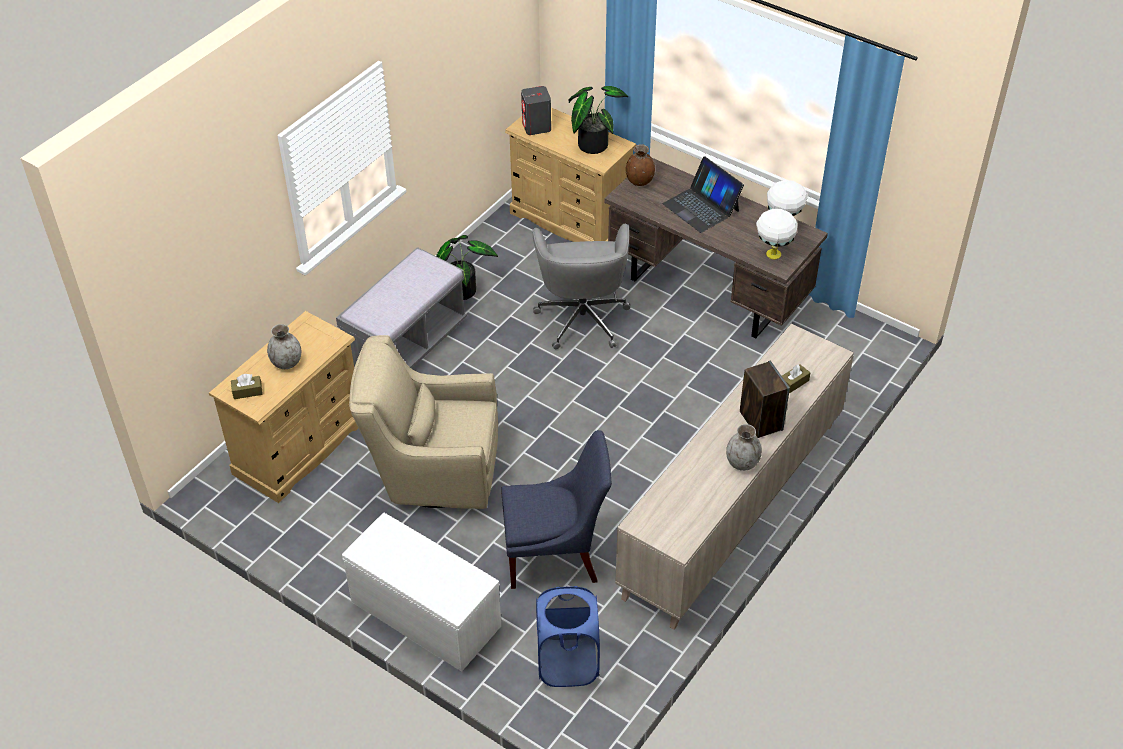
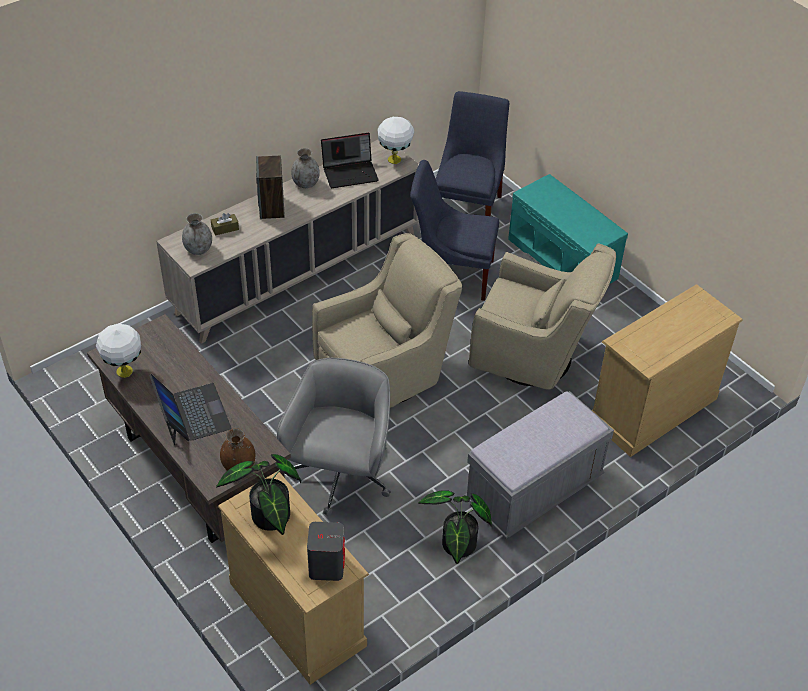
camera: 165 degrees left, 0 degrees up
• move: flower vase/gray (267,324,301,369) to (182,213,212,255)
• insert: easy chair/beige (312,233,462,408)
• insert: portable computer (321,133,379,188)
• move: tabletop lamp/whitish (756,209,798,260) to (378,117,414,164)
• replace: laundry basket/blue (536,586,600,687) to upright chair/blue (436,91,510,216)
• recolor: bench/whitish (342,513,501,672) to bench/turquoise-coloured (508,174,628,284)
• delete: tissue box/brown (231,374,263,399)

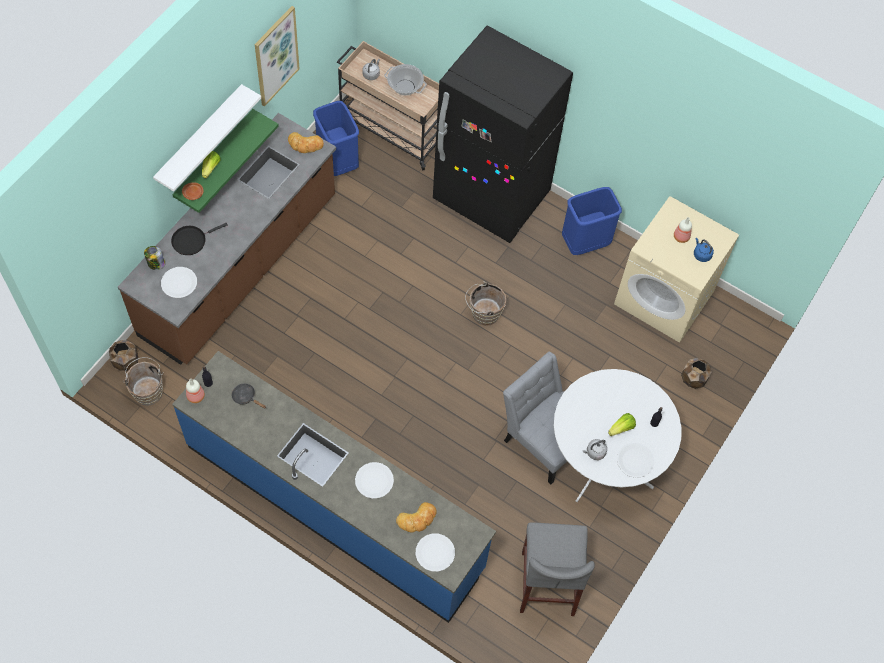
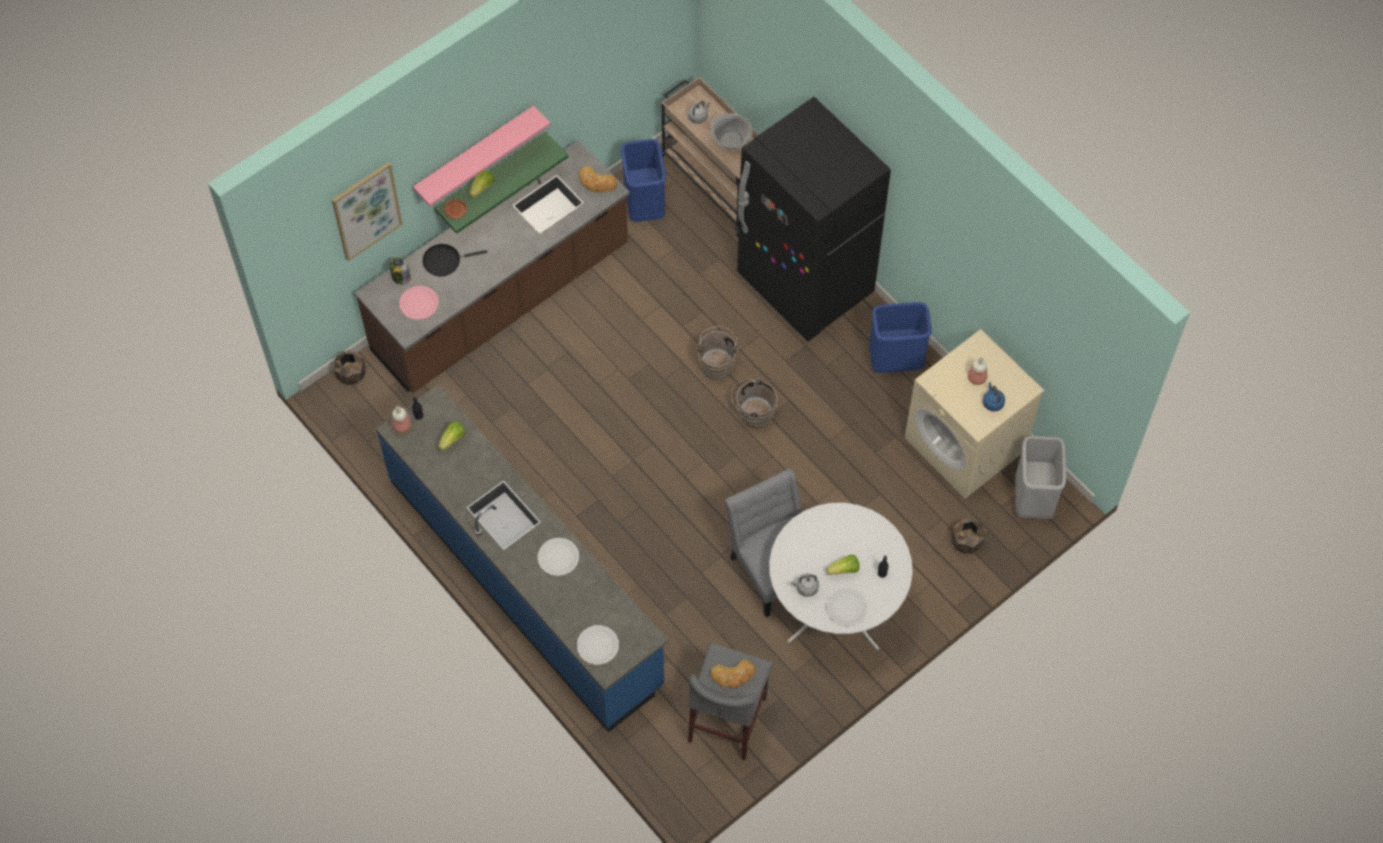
camera: 20 degrees right, 0 degrees up
• move: wall picture (255,6,300,106) to (332,162,402,261)
• recolor: dinner plate/whitish (161,267,197,298) to dinner plate/pinkish (399,286,439,320)
• recolor: bracket shelf/whitish (153,84,261,192) to bracket shelf/pinkish (413,106,551,206)
• replace: frying pan/black (231,383,266,408) to lettuce (438,421,466,451)
• move: bucket/brown (123,357,164,406) to (696,326,739,380)
• move: bread (396,502,437,533) to (710,659,756,688)
• insert: waste bin/gray (1015,436,1066,519)

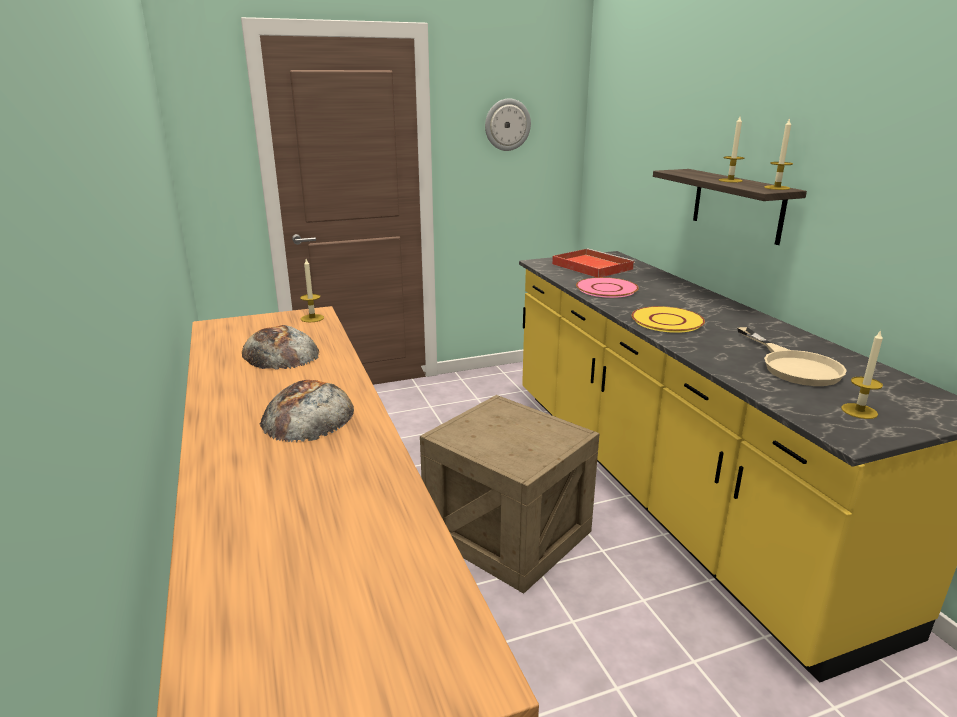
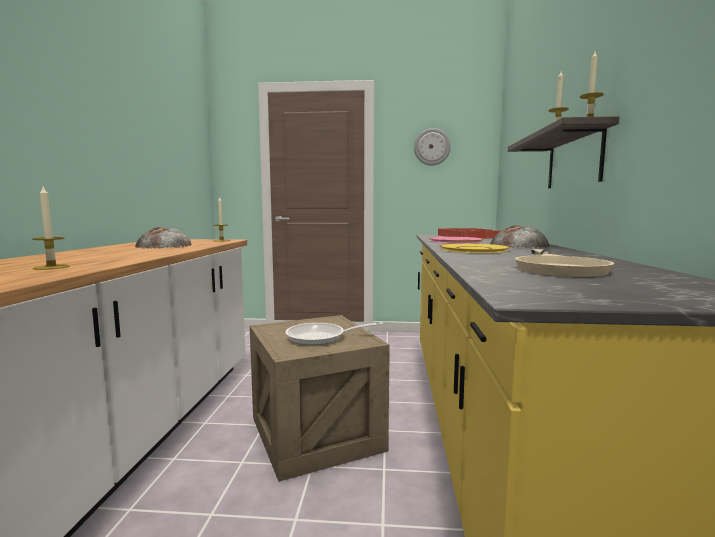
camera: 25 degrees right, 15 degrees down
• move: wax candle (841,330,883,419) to (32,187,70,270)
• insert: frying pan (285,322,383,345)
• move: bread (260,380,354,443) to (490,225,550,249)

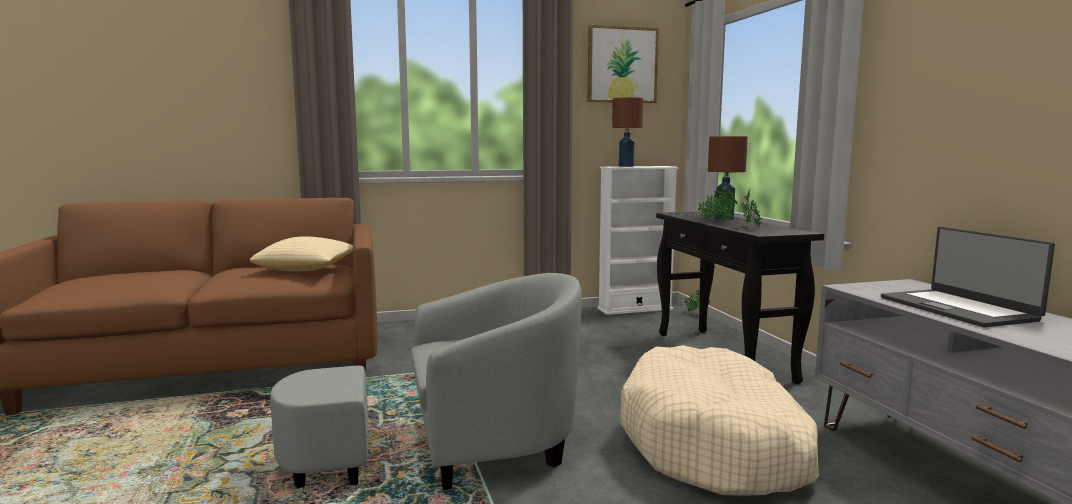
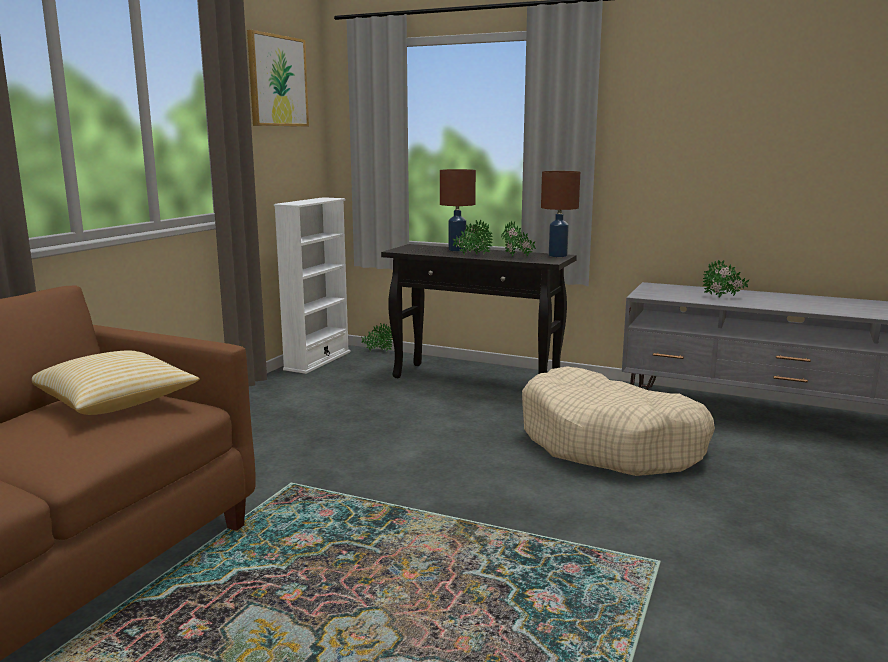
camera: 50 degrees left, 5 degrees up
• move: tabletop lamp/brown (612,97,643,167) to (541,171,580,257)
• replace: portable computer (881,227,1055,327) to plant in a pot (703,259,749,298)
• delete: easy chair/gray (270,273,582,490)

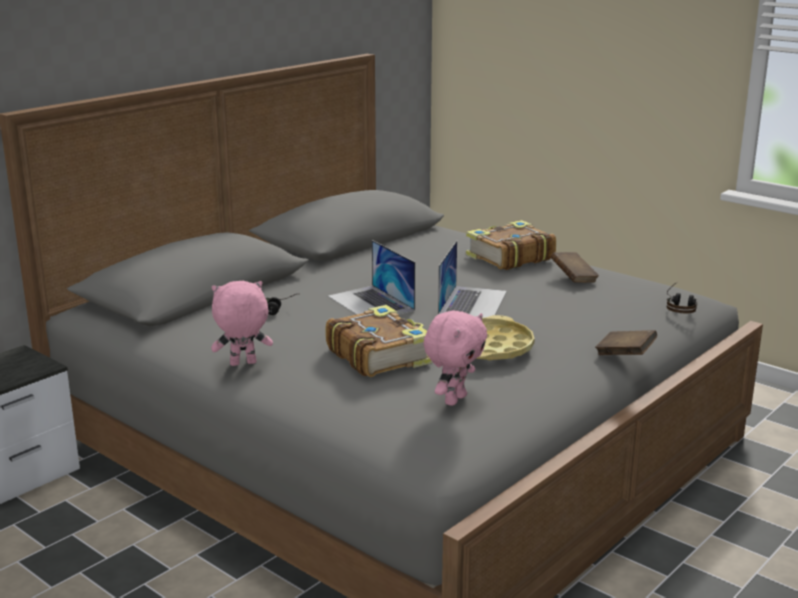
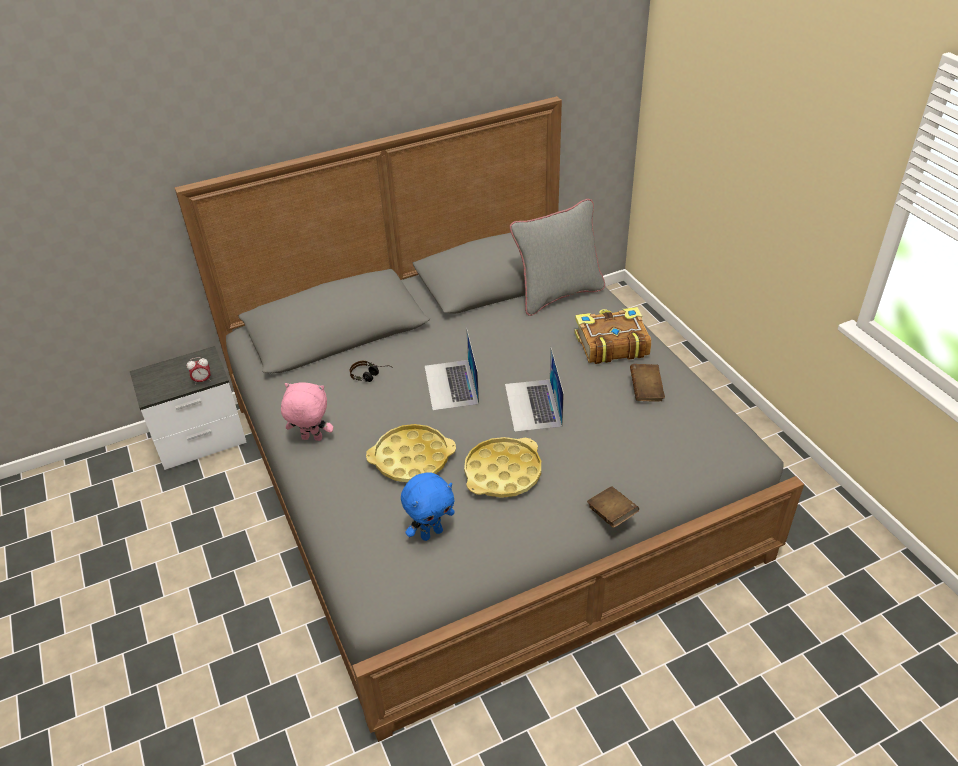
camera: 25 degrees right, 20 degrees up
• insert: table clock (186,357,211,385)
• replace: book (325,305,432,377) to serving tray/yellowish (366,424,456,483)
• recolor: plush toy/pinkish (423,310,487,406) to plush toy/blue (401,472,455,541)
• rotate: portable computer (438,241,507,318) = (505,348,564,432) 135 degrees clockwise
• insert: pillow/gray (510,199,605,316)
• delete: headset (666,283,698,313)

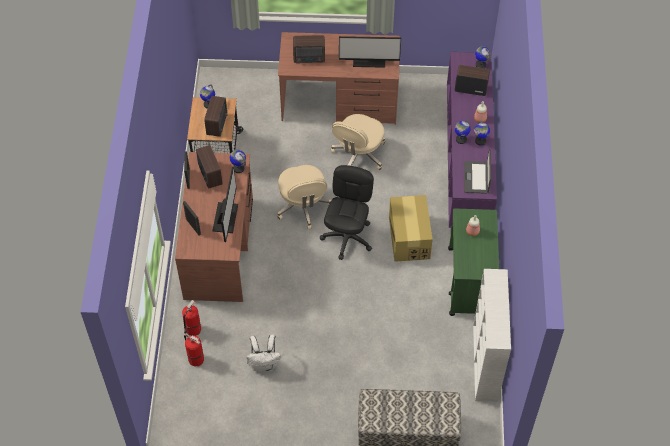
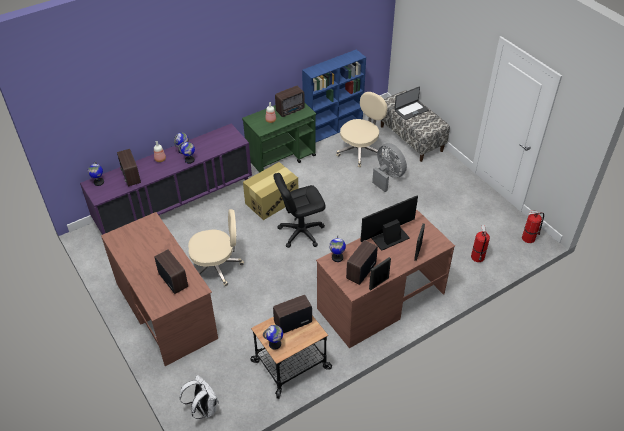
camera: 125 degrees left, 10 degrees down
• move: knapsack/whitish (247,334,281,372) to (180,375,219,419)
• insert: radio receiver (275,86,305,117)
• recolor: shelving unit/whitish (473,269,511,402) to shelving unit/blue (302,49,366,142)
• move: desk chair/beige (277,165,331,229) to (336,92,387,167)
• insert: fan/gray (372,143,407,192)
• move: portable computer (464,148,491,194) to (394,86,429,120)
• move: extinguisher (182,300,201,336) to (522,210,544,243)
• delete: computer display (339,36,401,68)

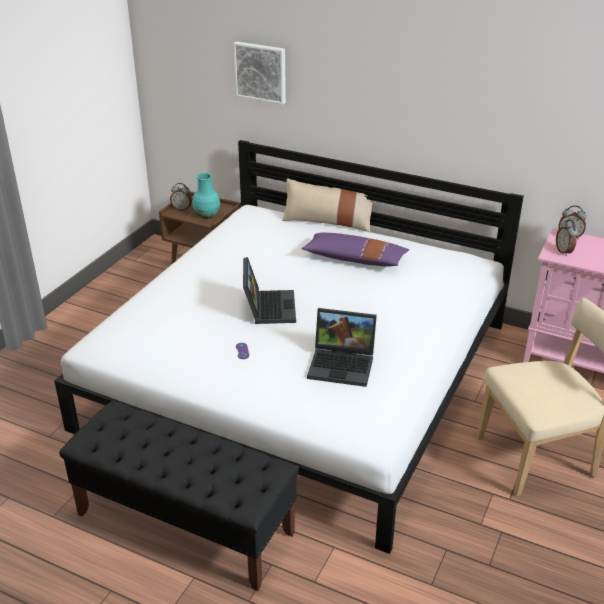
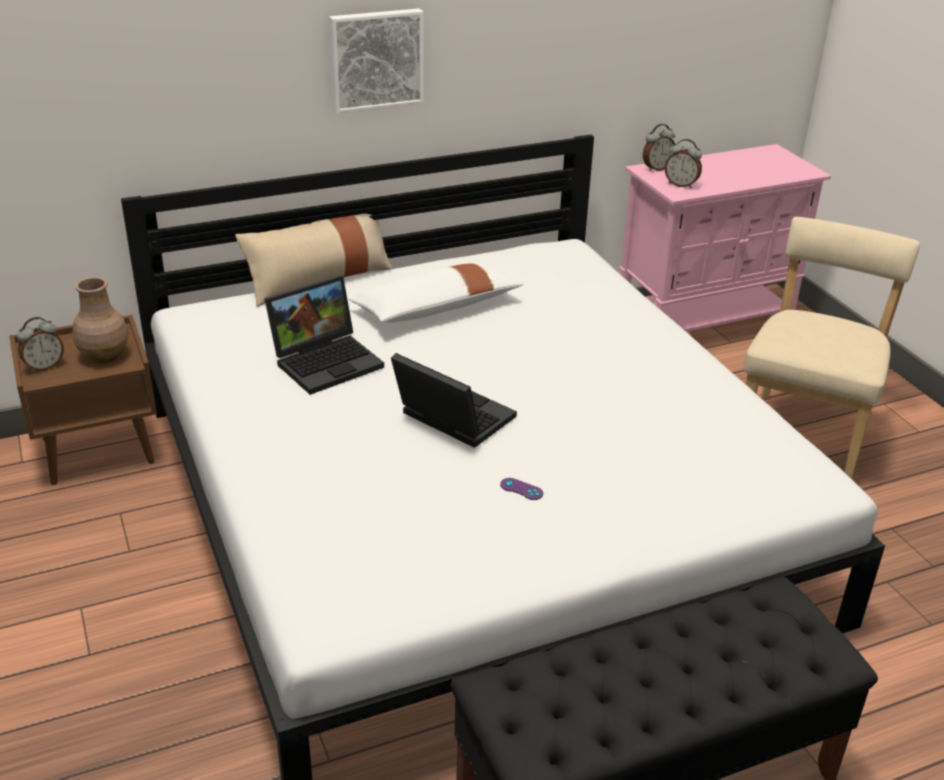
camera: 50 degrees left, 0 degrees up
• recolor: flower vase/turquoise-coloured (193,173,220,219) to flower vase/brown (73,277,128,363)
• move: portable computer (307,308,377,387) to (264,275,384,395)
• move: wall picture (233,42,286,105) to (329,8,424,113)
• recolor: pillow/purplish (301,232,409,267) to pillow/whitish (348,263,523,323)

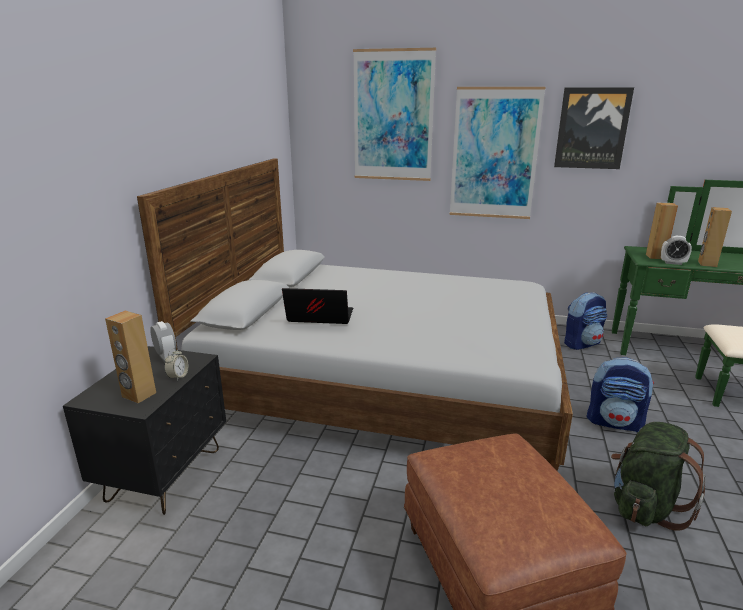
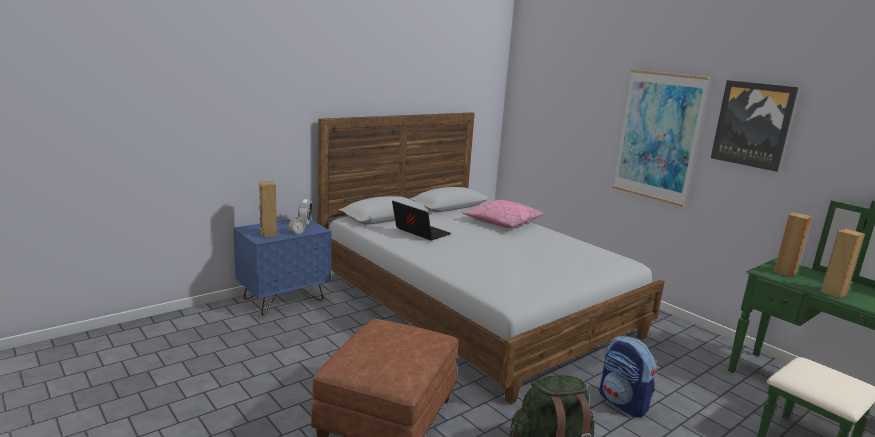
camera: 35 degrees right, 5 degrees down
• recolor: nightstand/black (63,346,226,515) to nightstand/blue (234,218,332,315)
• insert: pillow/pinkish (463,200,545,228)
• delete: wall picture (353,48,436,181)
• delete: knapsack (564,292,607,350)
• delete: table clock (661,236,692,265)

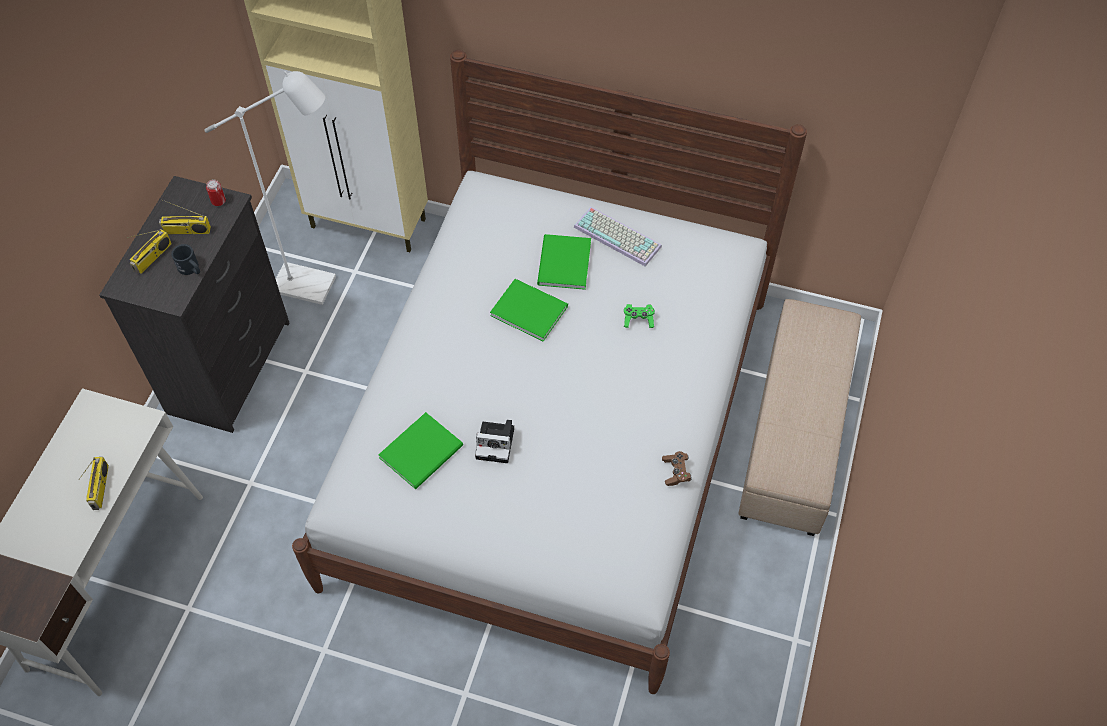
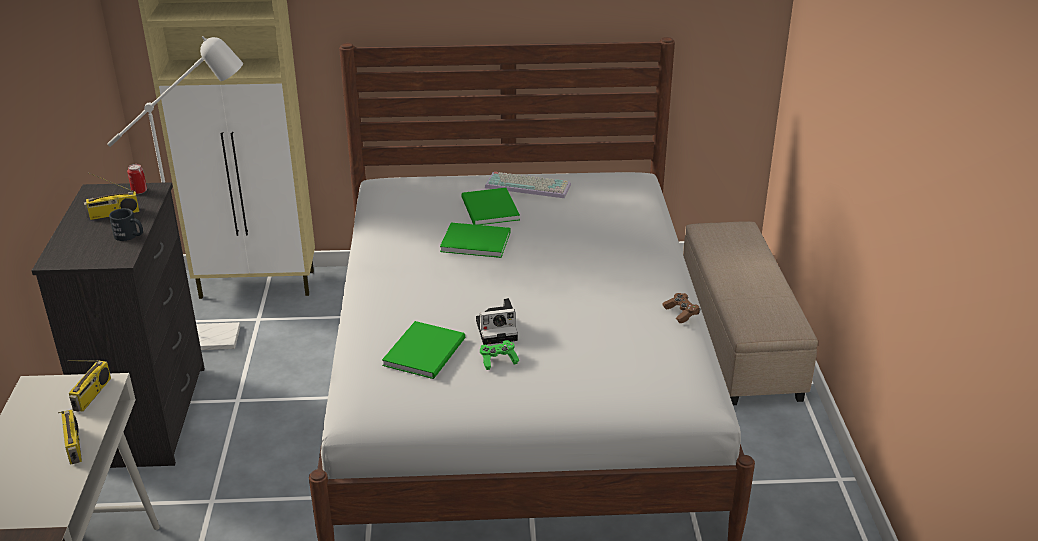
camera: 20 degrees left, 25 degrees down
• move: radio receiver (127,229,172,274) to (67,360,111,412)
• move: gamepad/green-coloured (624,304,655,328) to (480,340,519,370)

